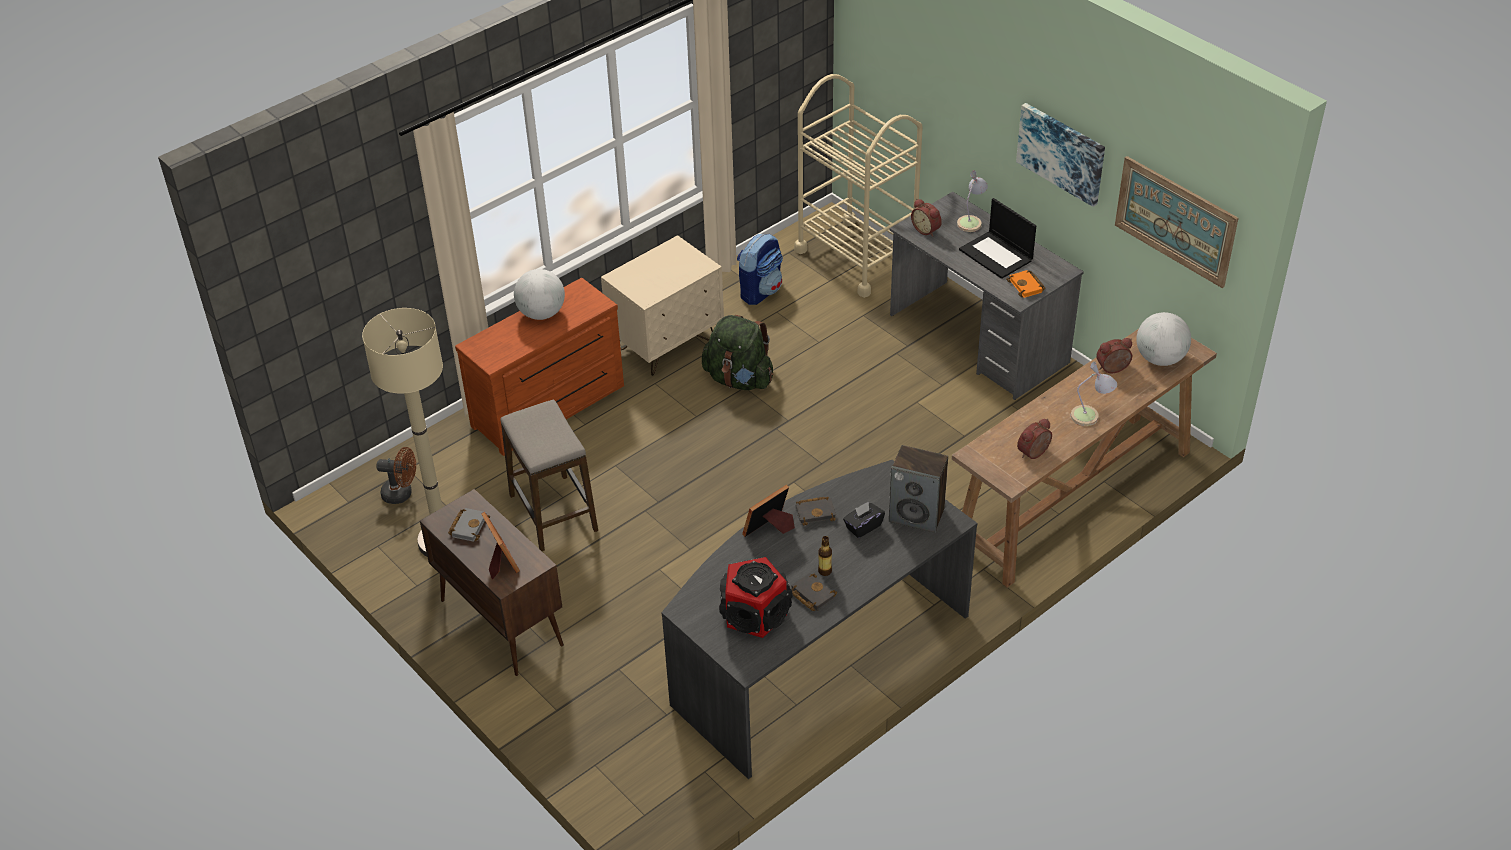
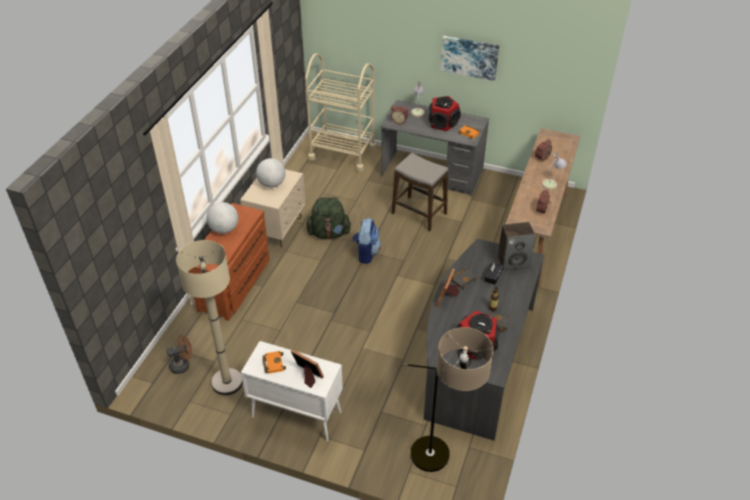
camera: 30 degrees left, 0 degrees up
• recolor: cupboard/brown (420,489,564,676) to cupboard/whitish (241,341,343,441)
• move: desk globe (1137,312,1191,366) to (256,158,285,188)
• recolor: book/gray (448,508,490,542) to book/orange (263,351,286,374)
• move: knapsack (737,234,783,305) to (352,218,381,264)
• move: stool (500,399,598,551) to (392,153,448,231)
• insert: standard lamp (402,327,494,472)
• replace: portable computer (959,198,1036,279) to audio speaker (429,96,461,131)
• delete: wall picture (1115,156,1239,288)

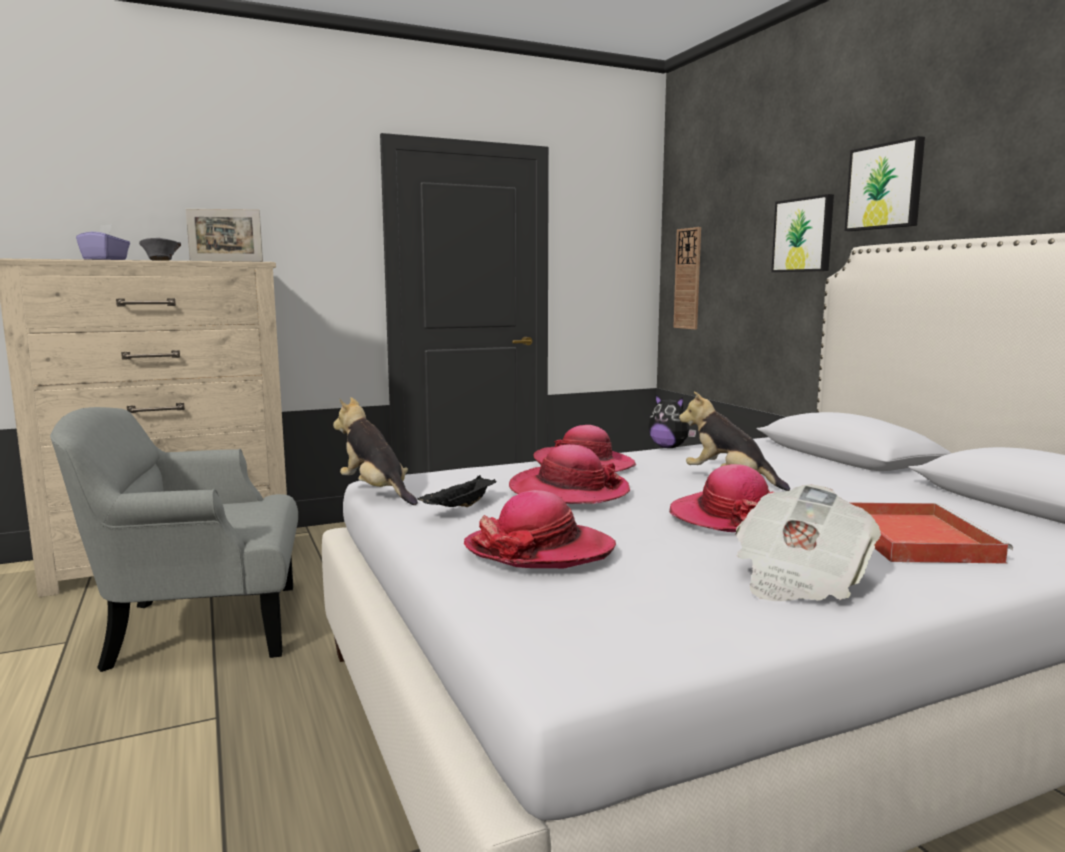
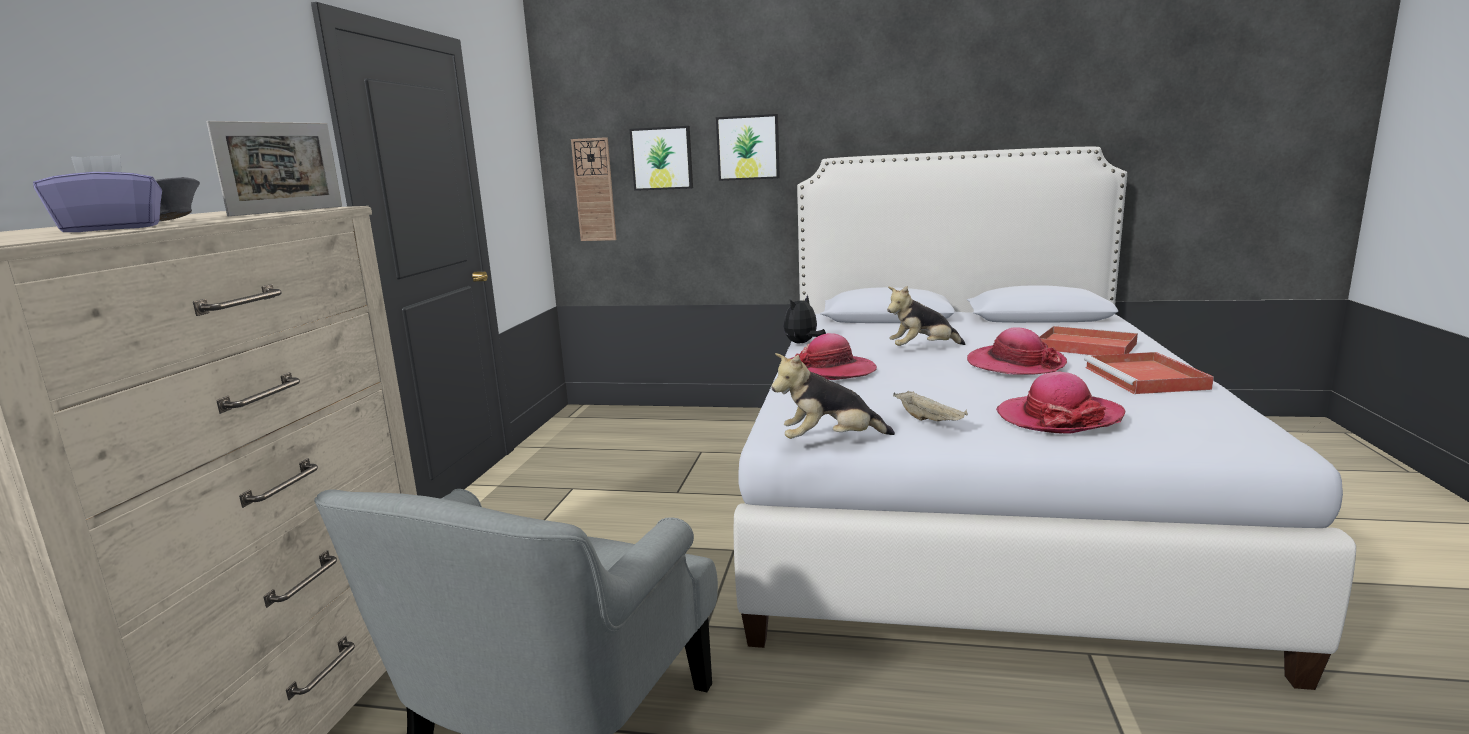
camera: 55 degrees left, 5 degrees up
• move: wall picture (845,136,925,231) to (629,126,693,191)
• rotate: plush toy (648,394,697,448) = (783,295,826,343) 150 degrees clockwise
• recolor: serving tray/black (417,475,497,507) to serving tray/beige (893,391,968,421)
• replace: printed paper (735,484,881,601) to serving tray/red-coloured (1084,352,1214,394)
• delete: hat (509,444,630,504)

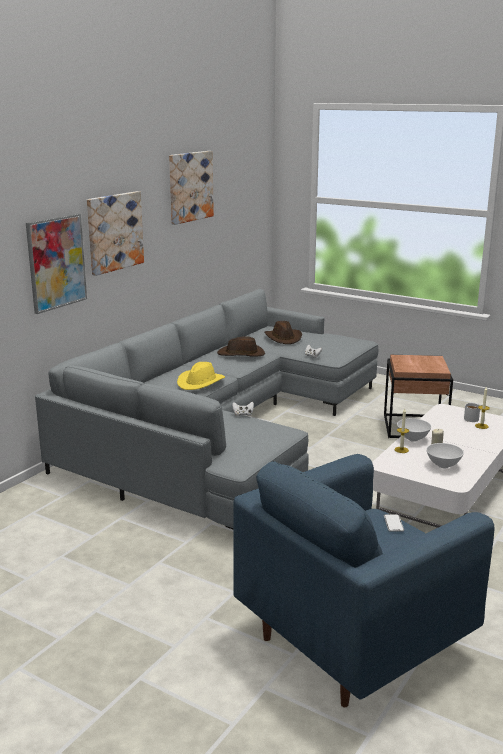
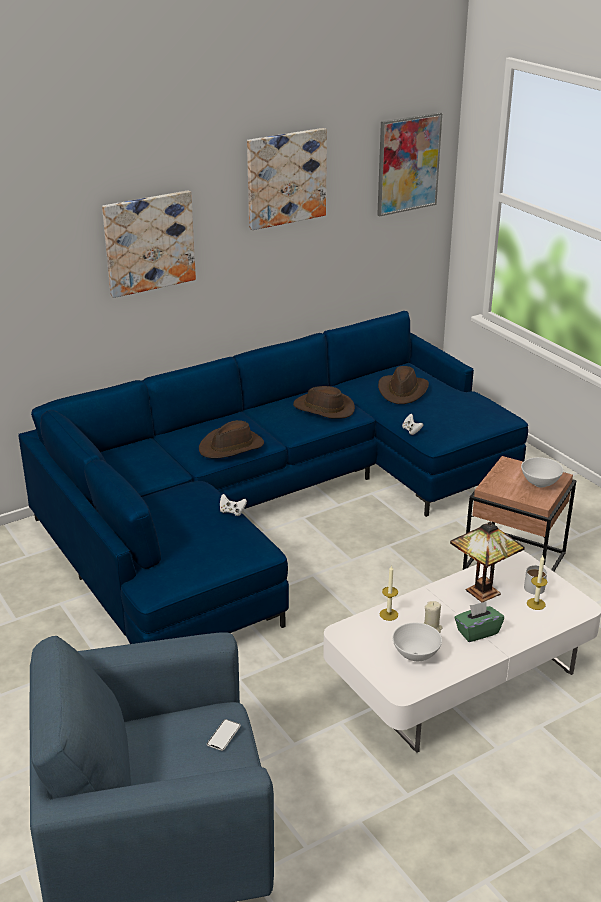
camera: 25 degrees right, 10 degrees up
• recolor: settee/gray (35,289,378,530) to settee/blue (19,311,528,644)
• recolor: hat/yellowish (177,362,225,390) to hat/brown (199,420,264,459)
• move: wall picture (26,214,87,314) to (377,112,442,216)
• insert: tabletop lamp (450,522,525,603)
• insert: tissue box/green-coloured (454,601,504,642)
• move: deep dish/whitish (397,418,432,442) to (521,457,564,488)

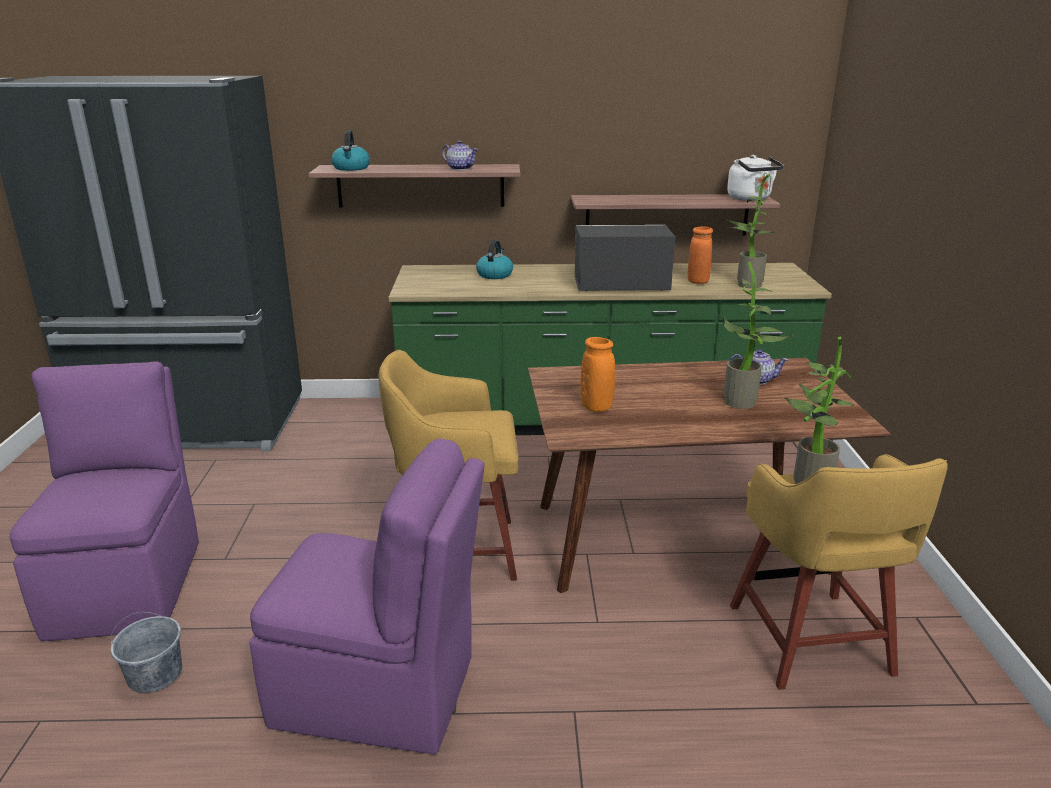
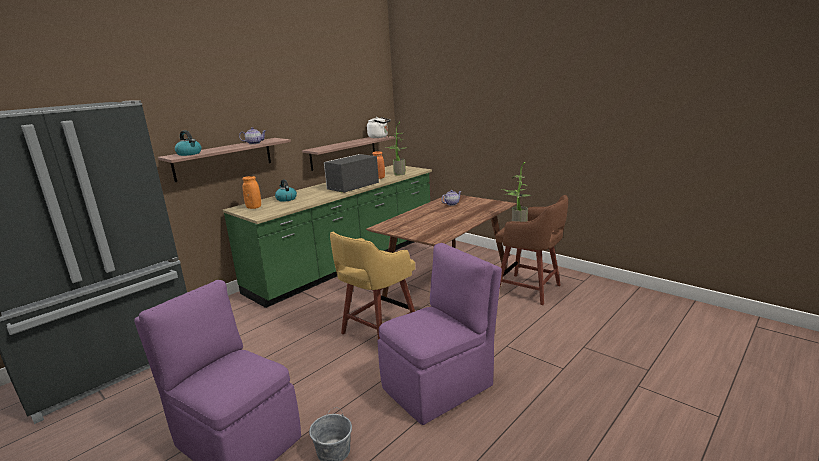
camera: 45 degrees left, 5 degrees down
• move: flower vase/orange (581,337,615,412) to (242,176,261,209)
• recolor: stool/yellowish (730,454,948,690) to stool/brown (496,195,568,305)
• delete: plant in a pot (723,262,794,409)

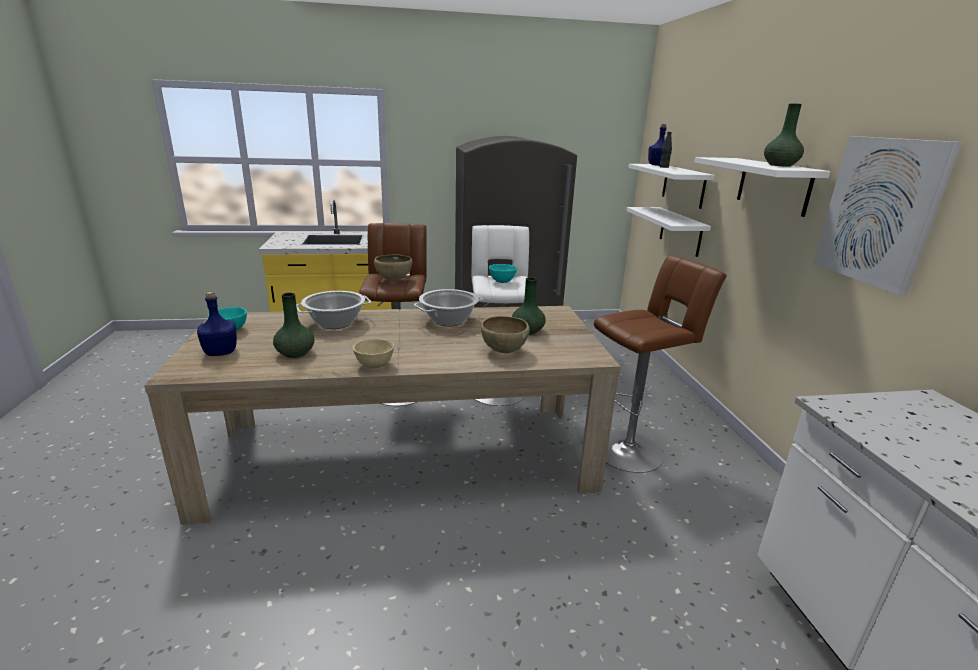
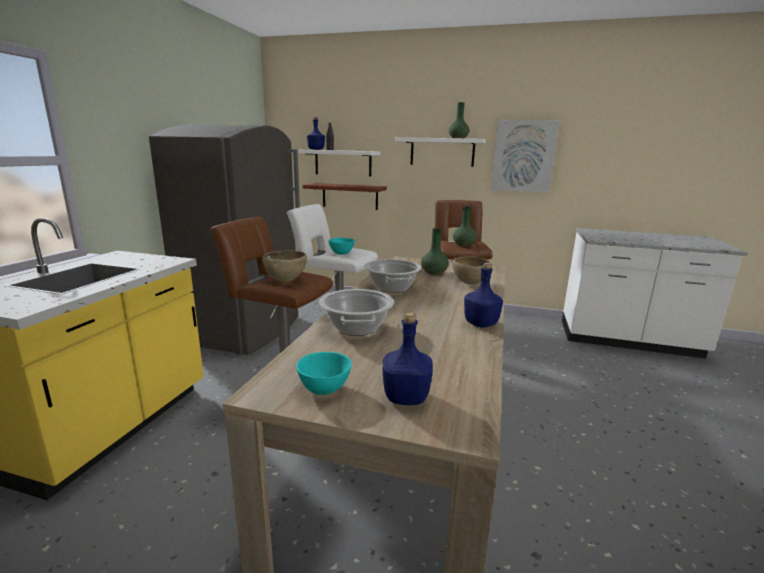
camera: 65 degrees left, 5 degrees down
• recolor: bracket shelf/whitish (626,207,711,257) to bracket shelf/brown (303,183,387,210)
• move: flower vase/green-coloured (273,293,315,358) to (453,206,477,246)
• replace: deep dish/beige (353,339,394,368) to bottle/blue (464,263,503,327)

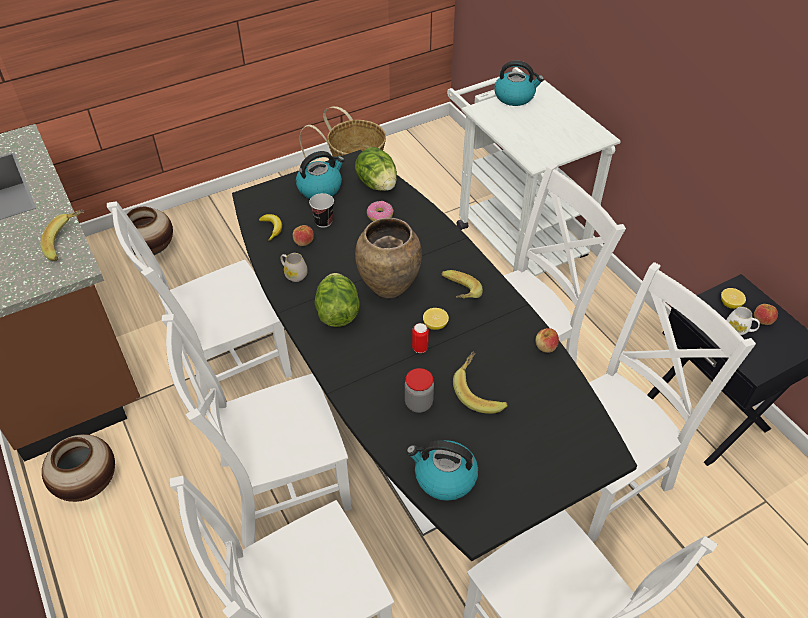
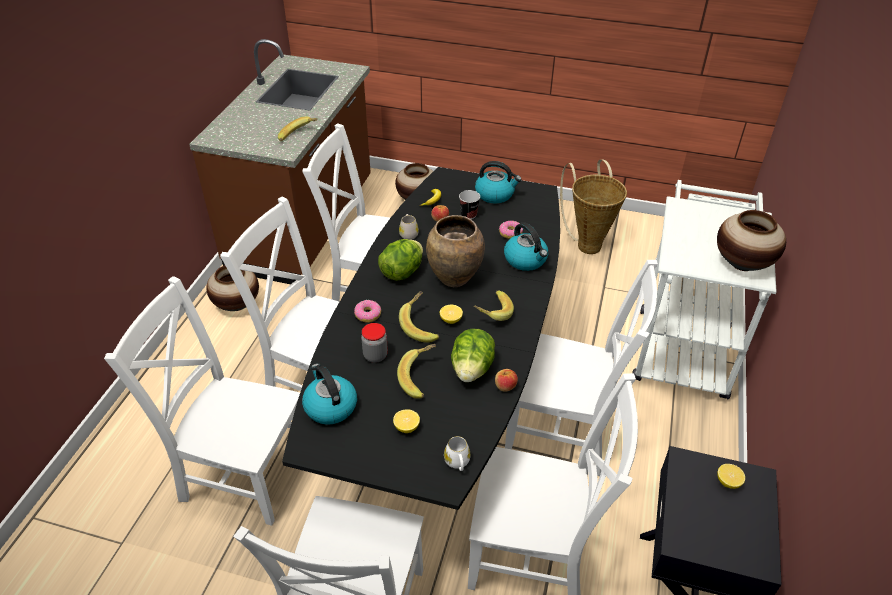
camera: 45 degrees right, 5 degrees down
• insert: ring doughnut (354,300,381,323)
• insert: whole lemon (393,409,420,433)
• replace: can (412,323,429,353) to whole banana (399,291,439,343)
• move: coffee mug/whitish (726,307,760,335) to (444,436,470,471)
• move: lettuce (355,147,397,191) to (451,329,495,382)
• move: water kettle (494,61,544,106) to (504,223,548,271)
• insert: flower vase (717,210,786,271)
• delete: apple (754,304,778,325)

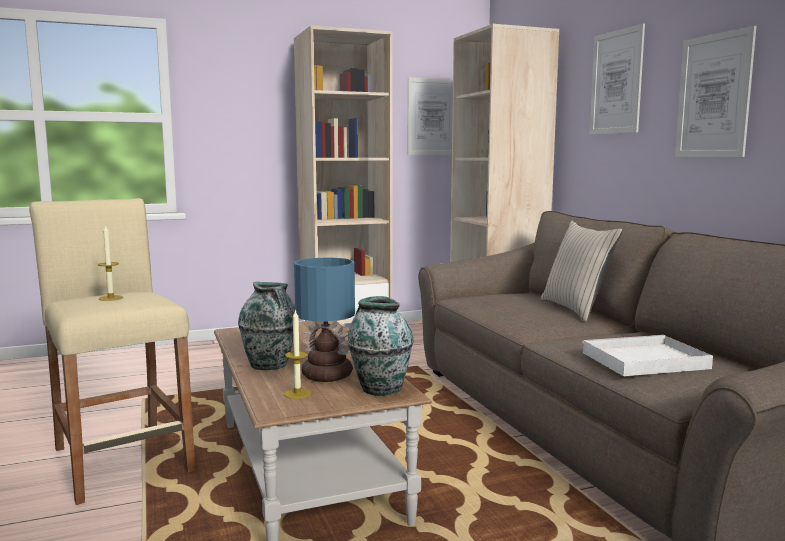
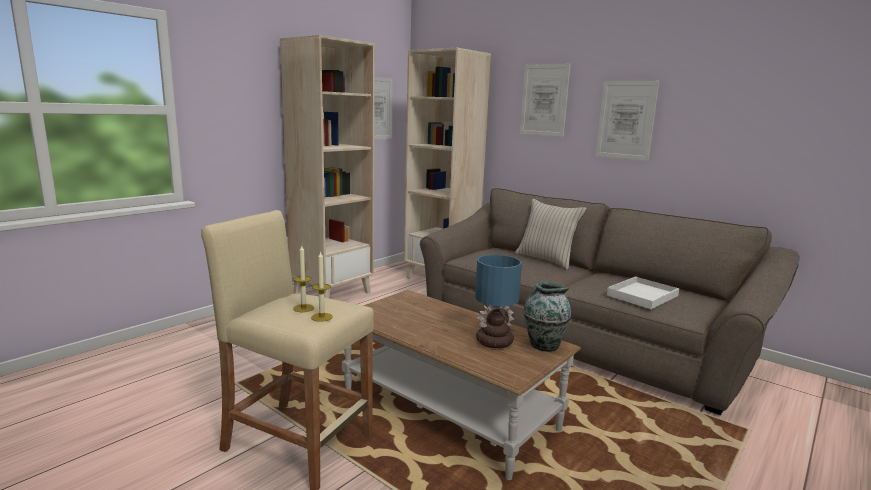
camera: 30 degrees left, 5 degrees up
• move: wax candle (284,309,311,399) to (311,251,333,322)
• delete: flower vase (238,282,295,370)

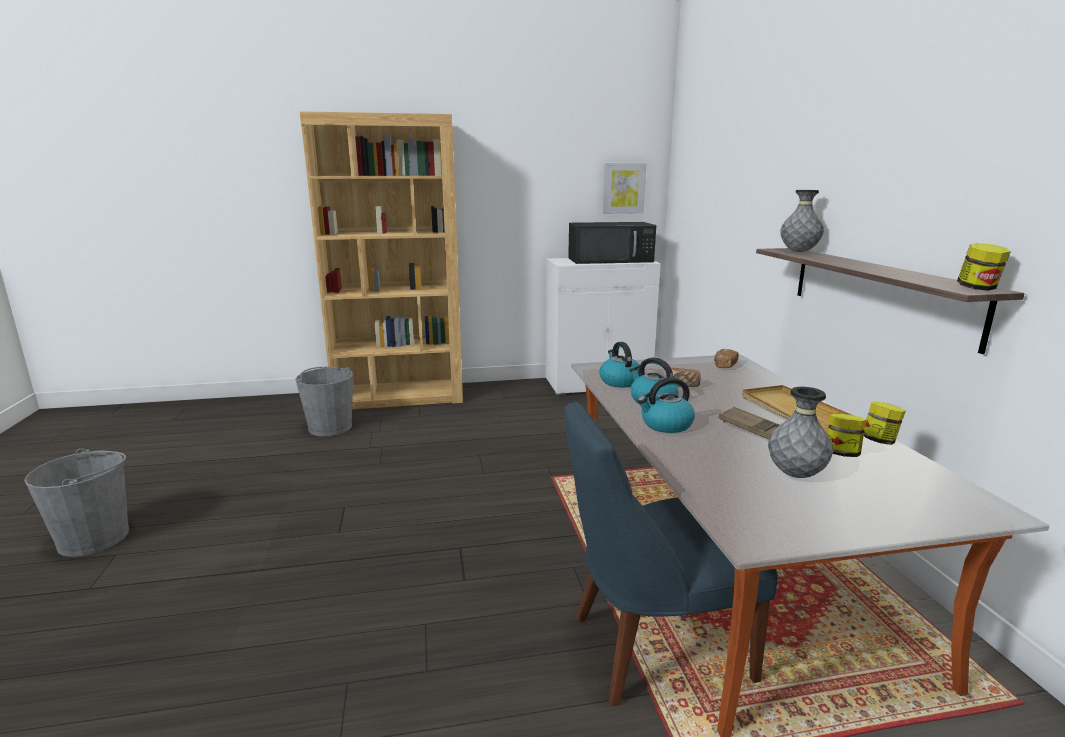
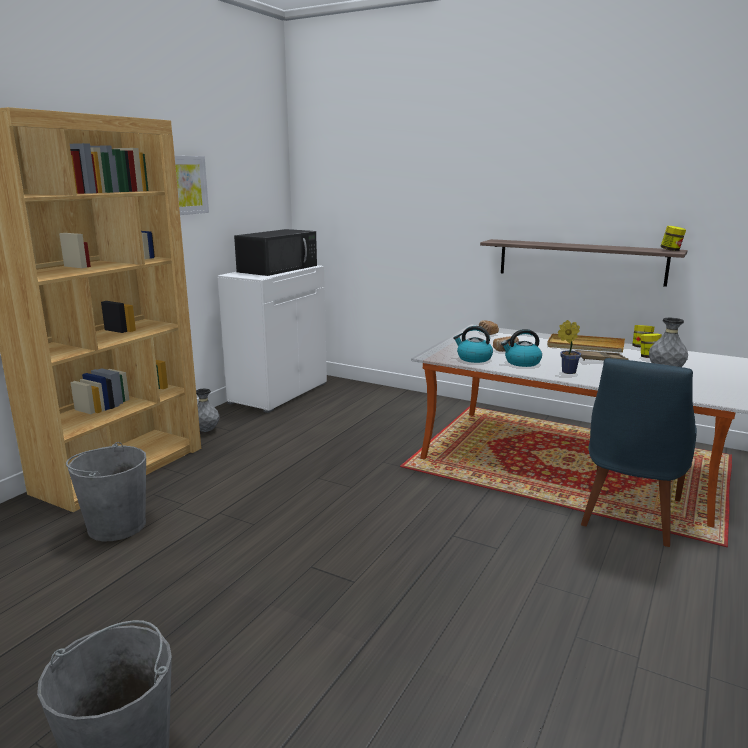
camera: 50 degrees left, 0 degrees up
• move: wall picture (603,163,646,214) to (175,156,209,215)
• move: flower vase/gray (780,190,824,252) to (196,389,219,432)
• replace: water kettle (637,377,695,433) to plant in a pot (558,320,581,374)

